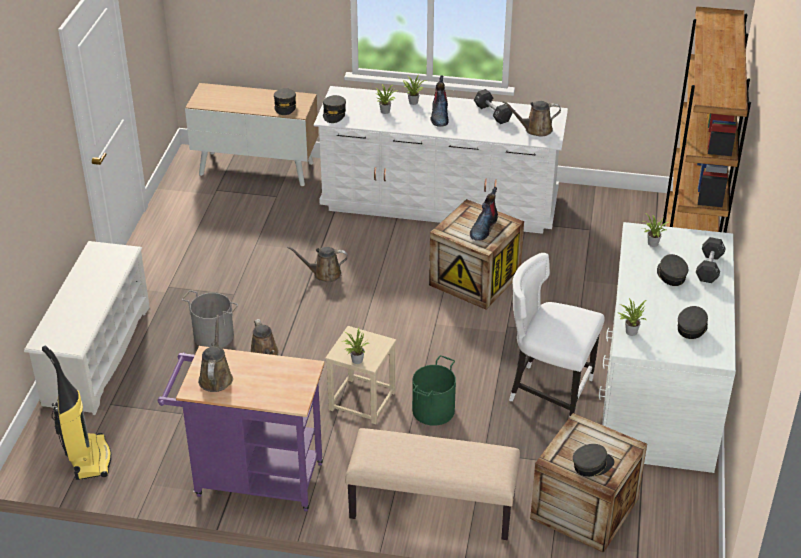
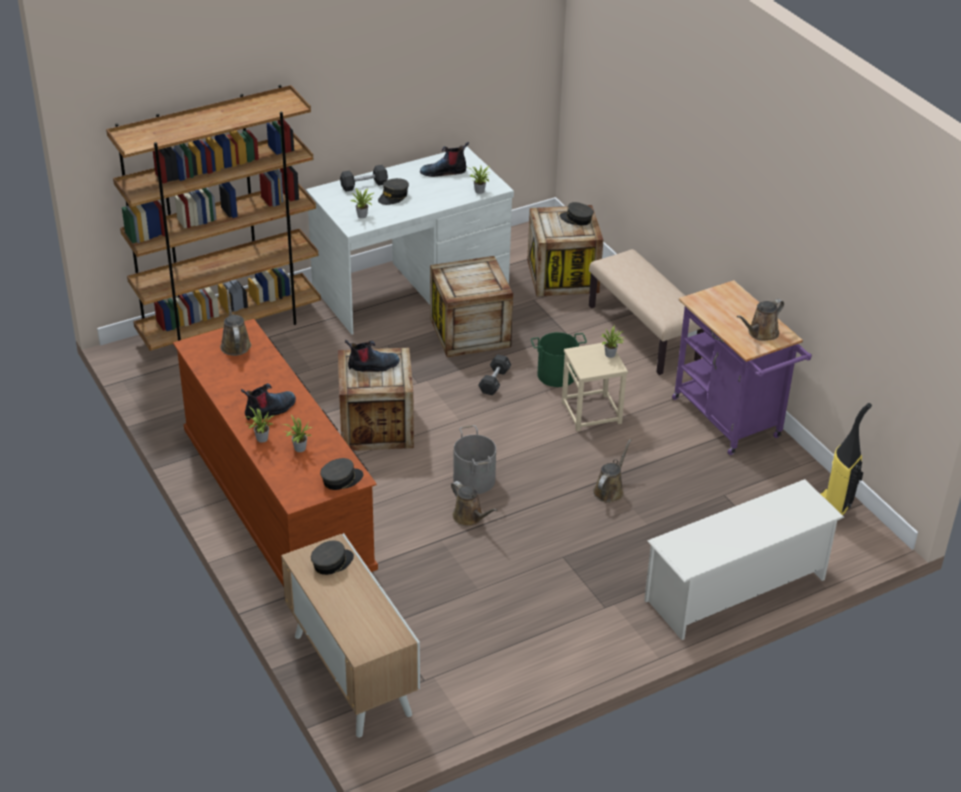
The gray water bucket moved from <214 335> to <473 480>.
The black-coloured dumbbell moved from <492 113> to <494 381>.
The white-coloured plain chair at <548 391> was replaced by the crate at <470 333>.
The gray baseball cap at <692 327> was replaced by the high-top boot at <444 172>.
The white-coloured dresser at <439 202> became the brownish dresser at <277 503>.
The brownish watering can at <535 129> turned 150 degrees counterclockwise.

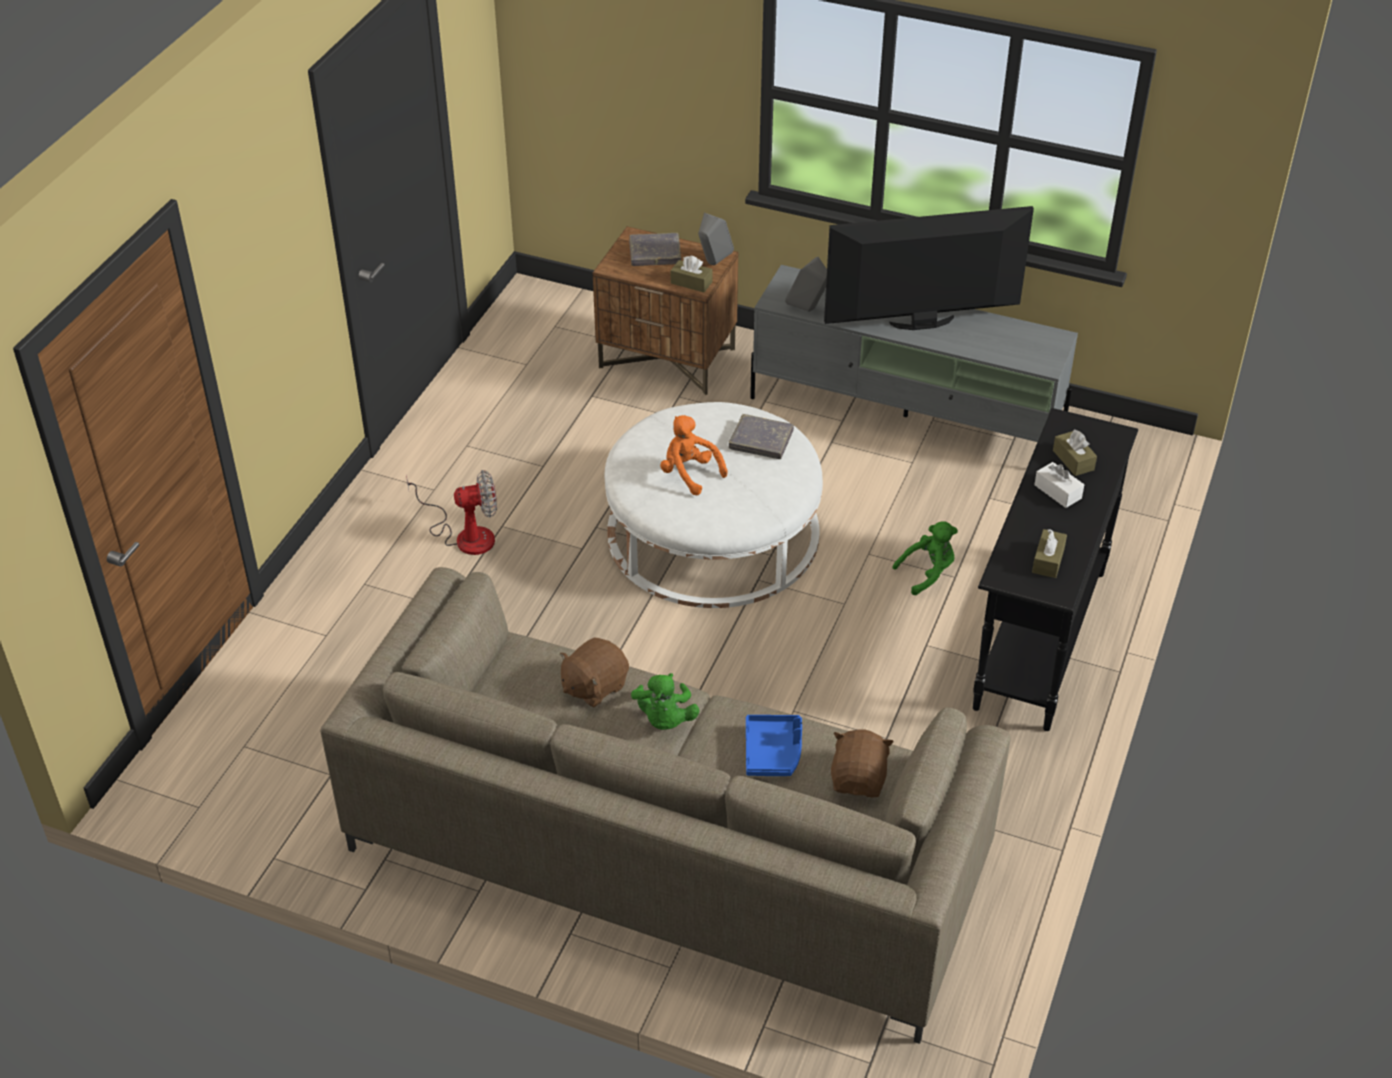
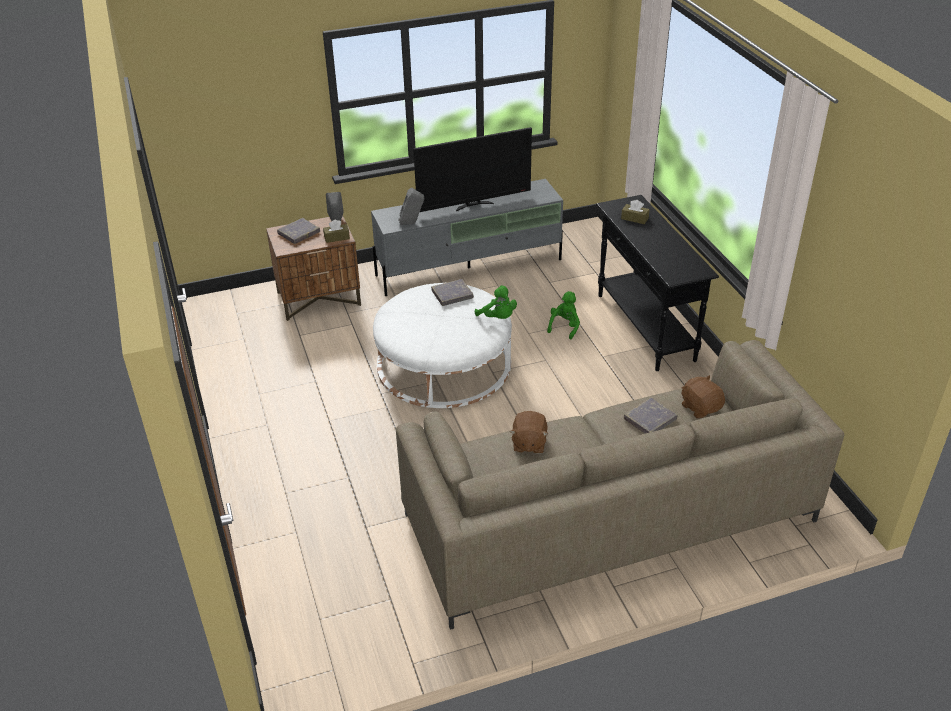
The fan at <465 535> disappeared.
The orange-coloured plush toy at <689 473> disappeared.
The brownish tissue box at <1048 560> disappeared.
The white-coloured tissue box at <1058 492> disappeared.
The green-coloured plush toy moved from <664 719> to <498 318>.
The bluish tray at <773 752> was replaced by the gray bound book at <650 419>.
The TV set at <922 324> turned 150 degrees counterclockwise.

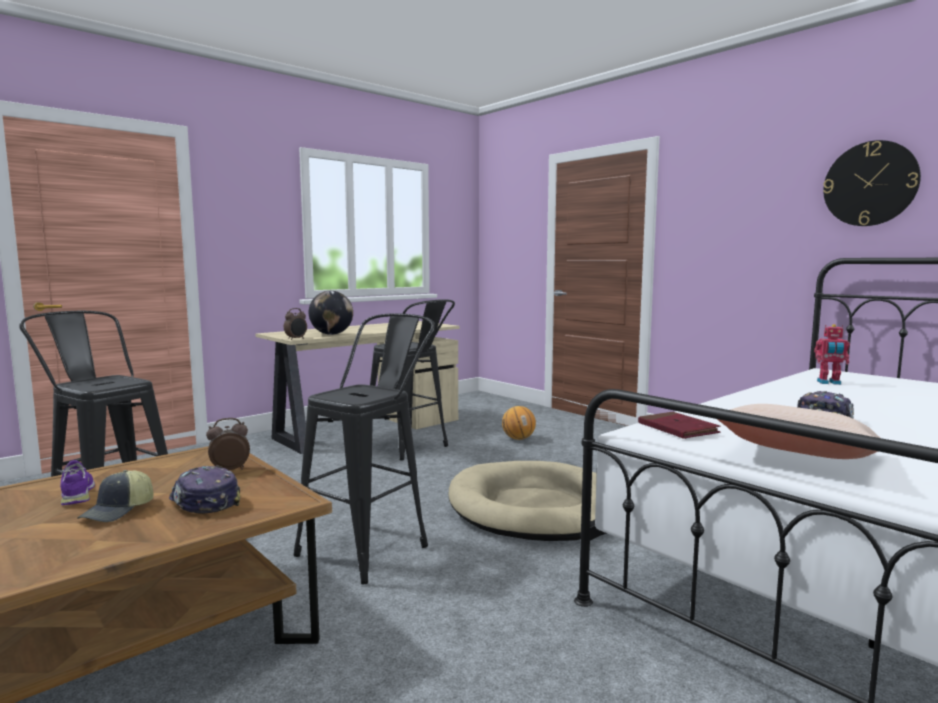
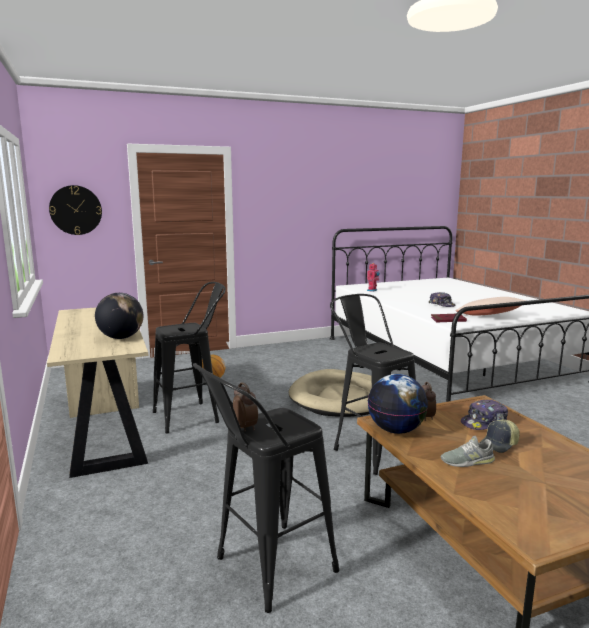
The desk globe at <396 430> appeared.
The alarm clock moved from <296 339> to <246 427>.
The wall clock moved from <870 184> to <76 210>.
The purplish item of footwear at <78 494> became the gray item of footwear at <467 461>.
The baseball cap at <119 511> turned 105 degrees clockwise.

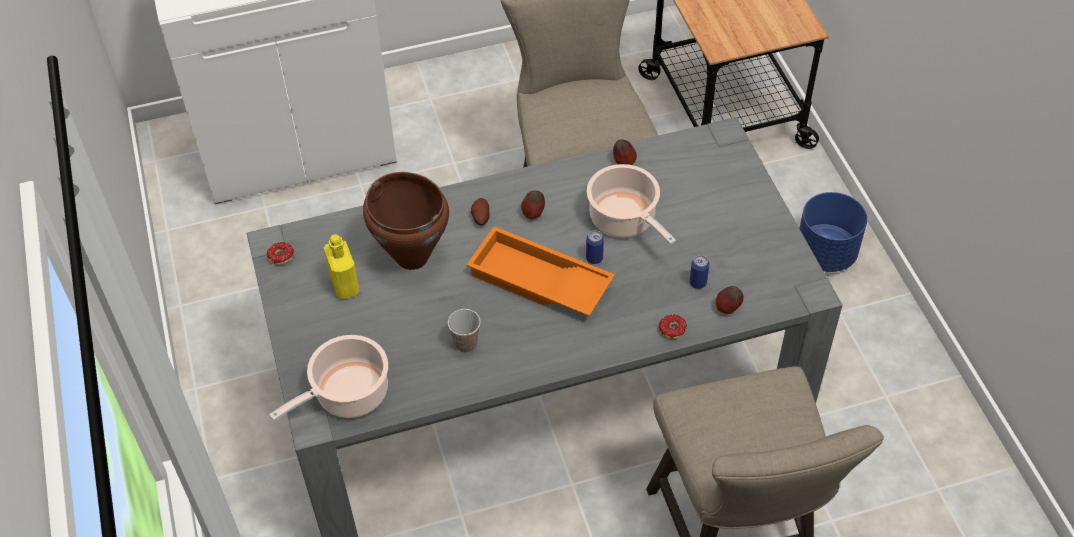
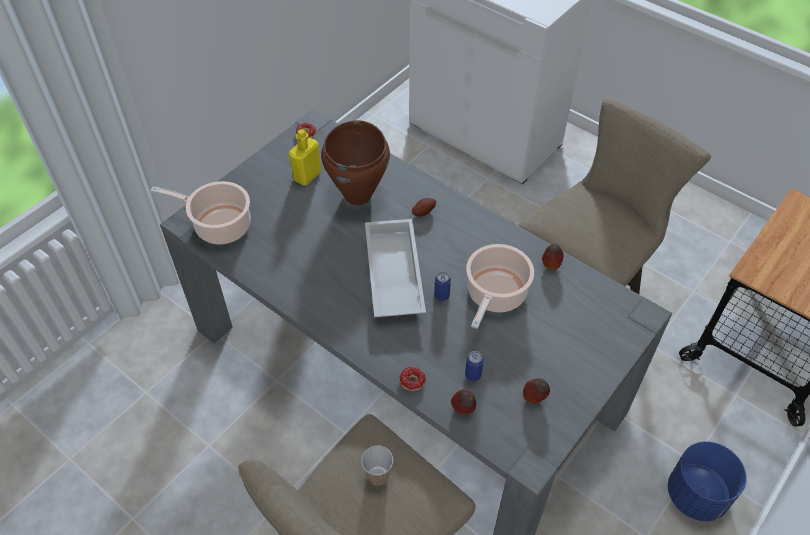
The drinking cup moved from <466 343> to <378 475>.
The whole apple moved from <533 214> to <534 398>.
The orange-coloured tray at <538 282> became the white-coloured tray at <392 274>.

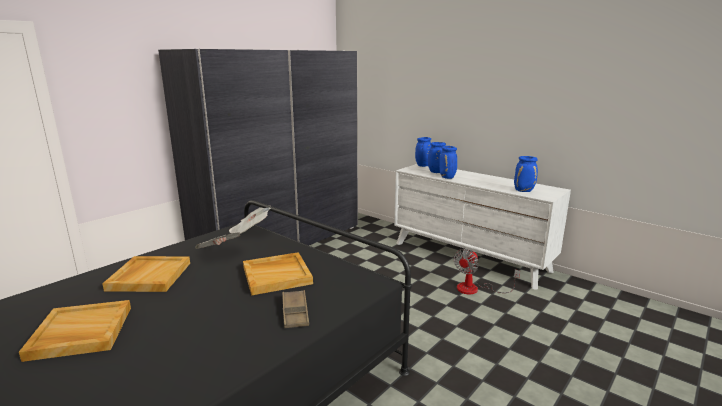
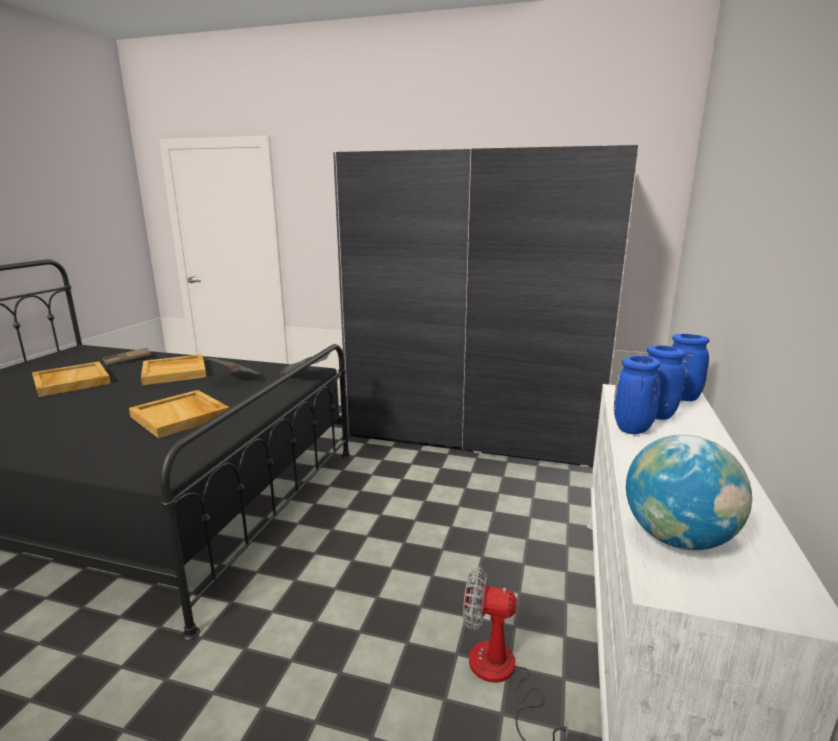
The brownish tray moved from <295 312> to <127 360>.
The bluish vase at <524 191> was replaced by the desk globe at <677 538>.

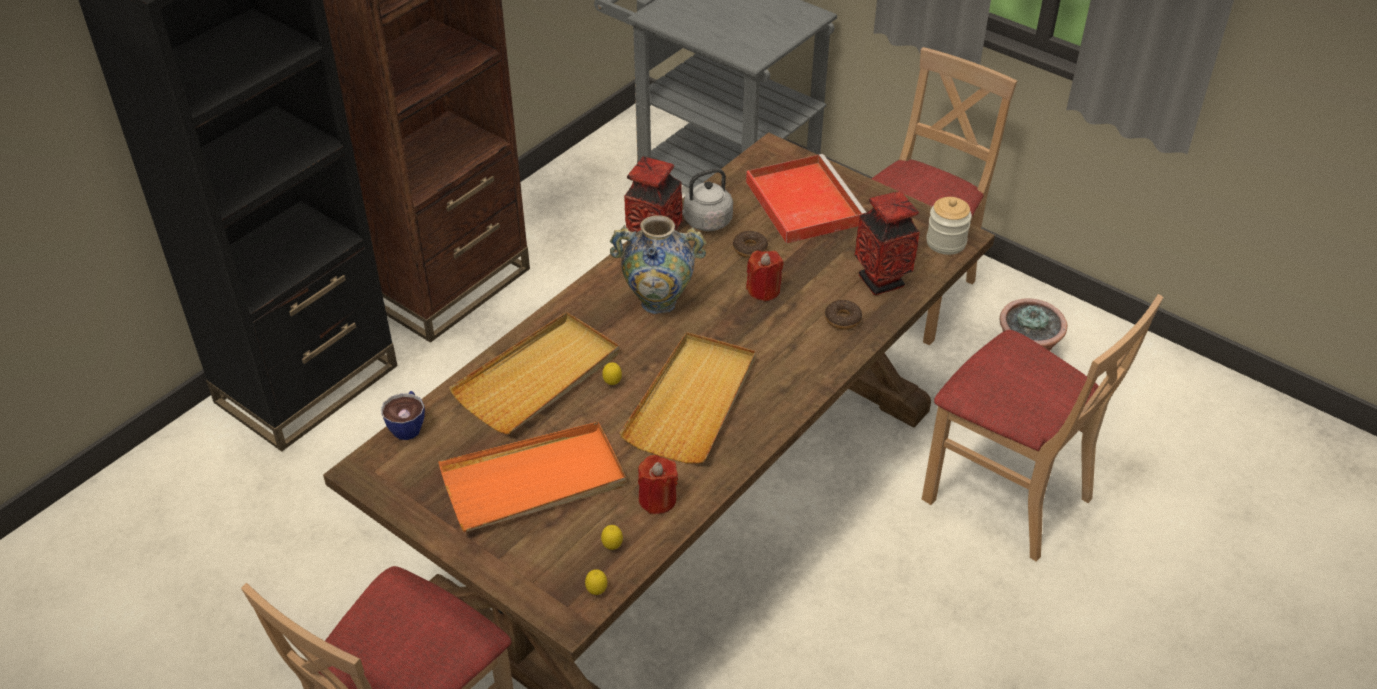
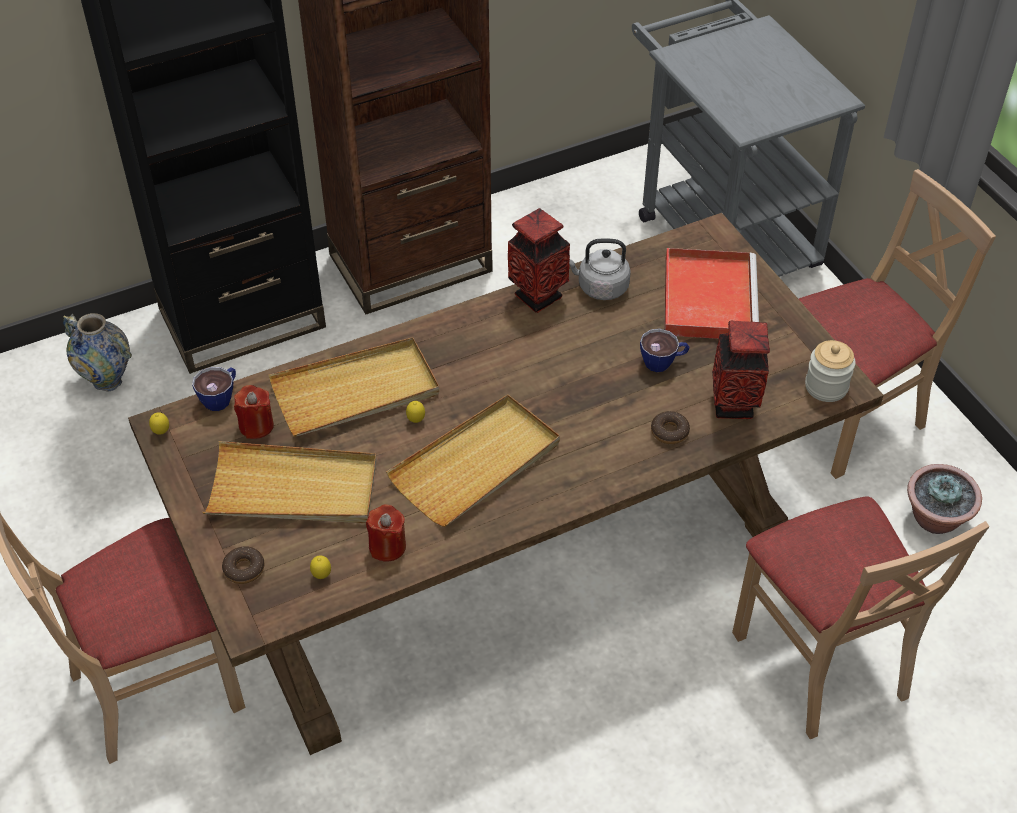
The drinking cup at <663 362> appeared.
The whole lemon moved from <596 592> to <161 432>.
The vase moved from <658 302> to <107 380>.
The ring doughnut moved from <750 249> to <244 569>.
The reddish wax candle moved from <763 290> to <256 426>.
The orange-coloured tray at <534 481> became the beige-coloured tray at <293 489>.

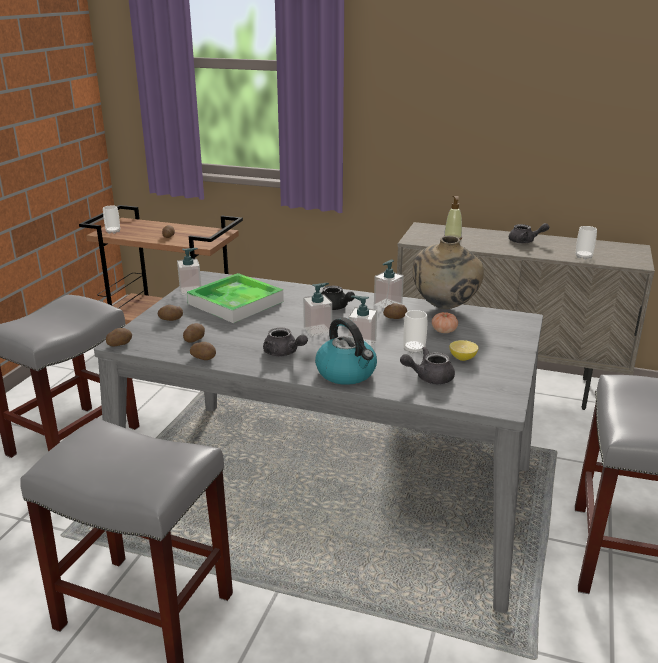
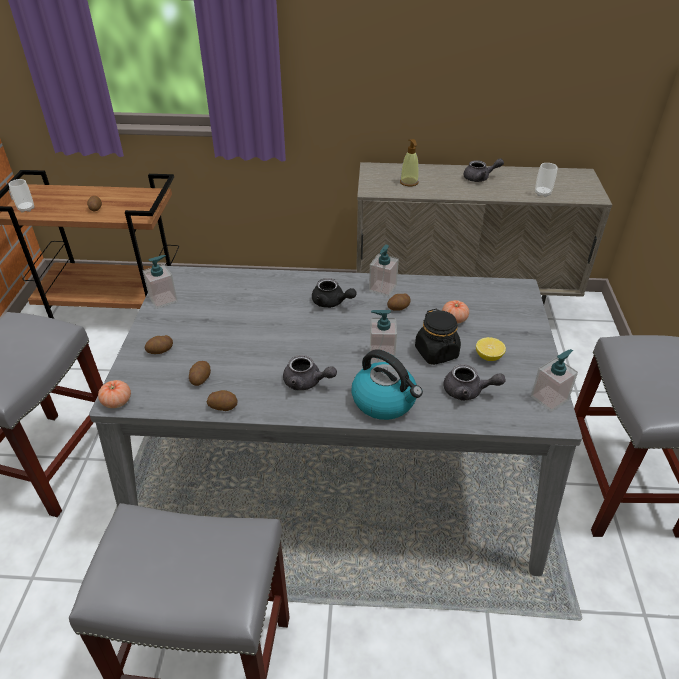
The tray at <236 303> disappeared.
The beige-coloured vase at <445 308> disappeared.
The soap bottle moved from <318 330> to <549 398>.
The spud at <119 344> was replaced by the fresh tomato at <117 402>.
The drinking cup at <414 349> was replaced by the black-coloured jar at <436 352>.
The gray teapot at <429 377> turned 135 degrees counterclockwise.

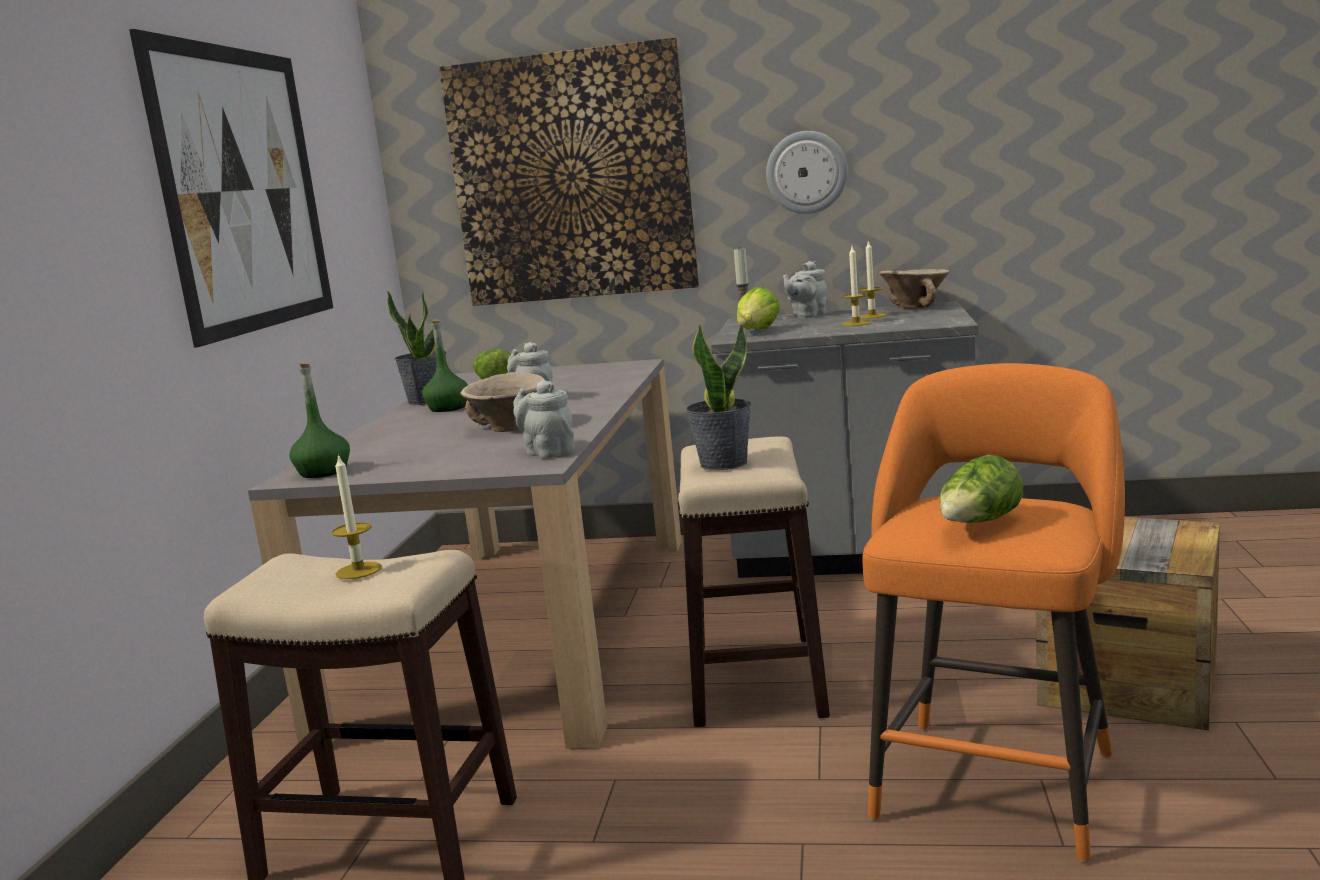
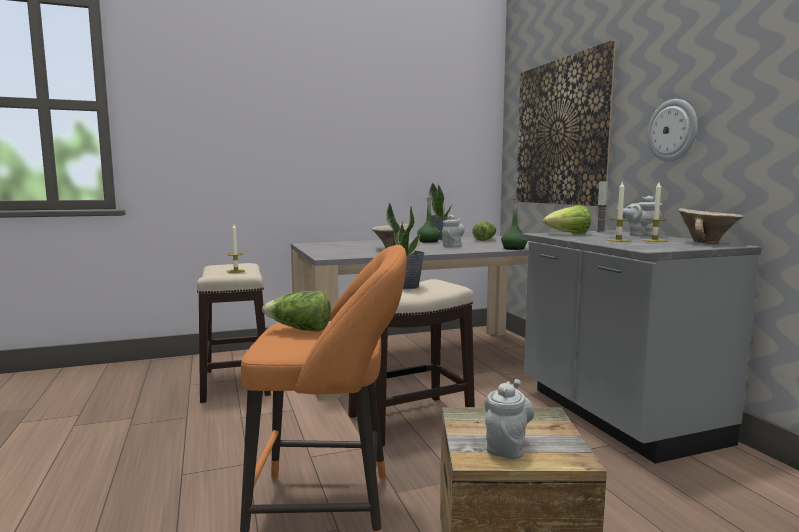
The wall art at <244 190> disappeared.
The green-coloured beverage bottle moved from <323 472> to <514 248>.
The gray teapot moved from <547 452> to <506 446>.

